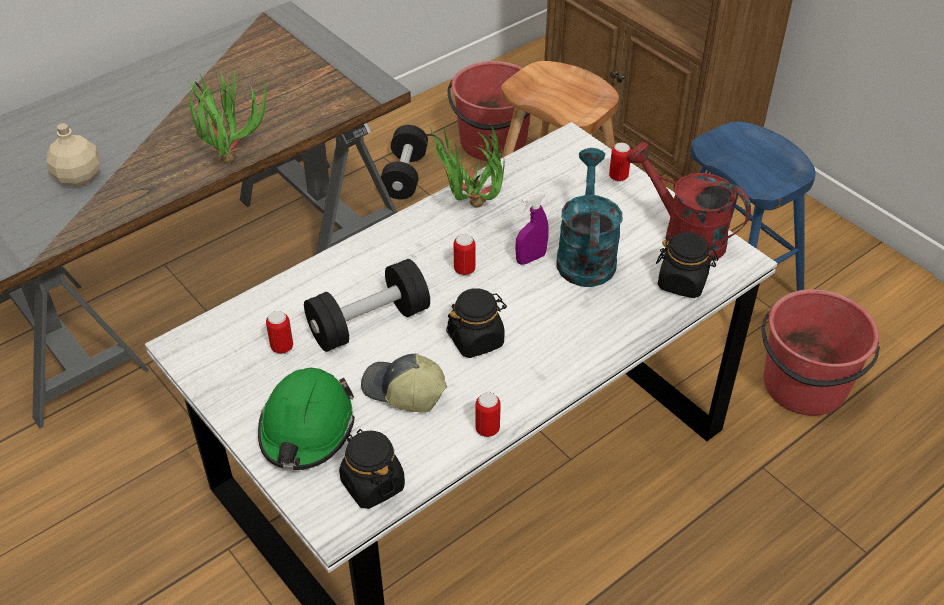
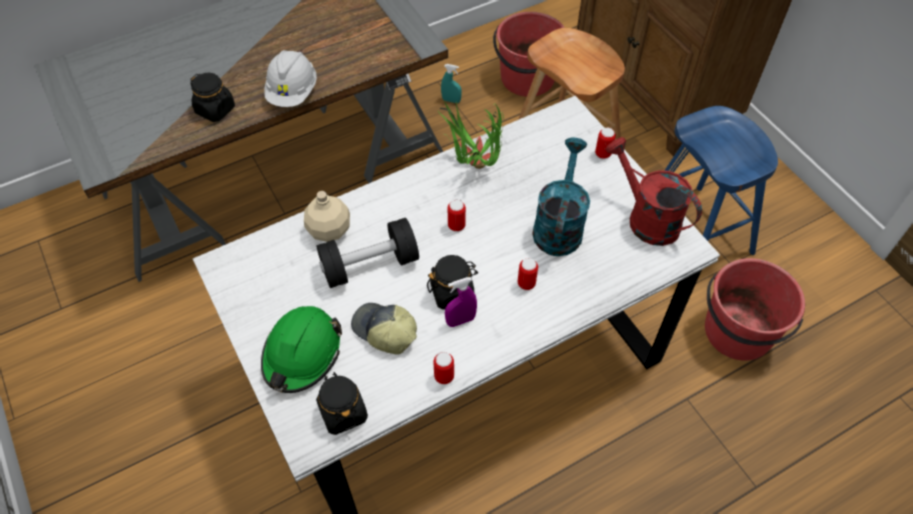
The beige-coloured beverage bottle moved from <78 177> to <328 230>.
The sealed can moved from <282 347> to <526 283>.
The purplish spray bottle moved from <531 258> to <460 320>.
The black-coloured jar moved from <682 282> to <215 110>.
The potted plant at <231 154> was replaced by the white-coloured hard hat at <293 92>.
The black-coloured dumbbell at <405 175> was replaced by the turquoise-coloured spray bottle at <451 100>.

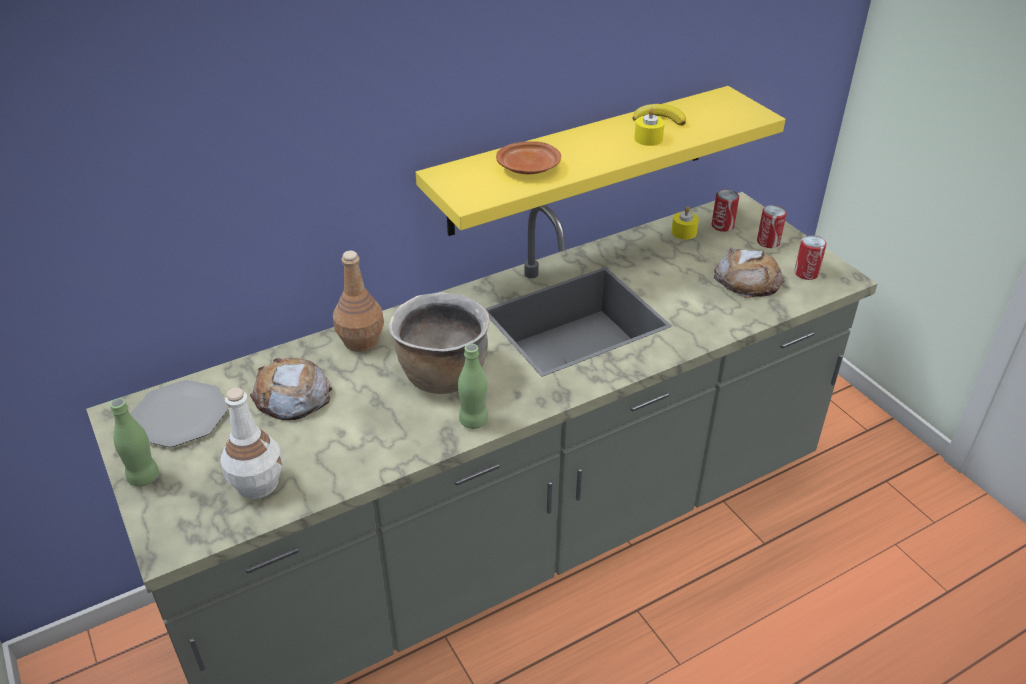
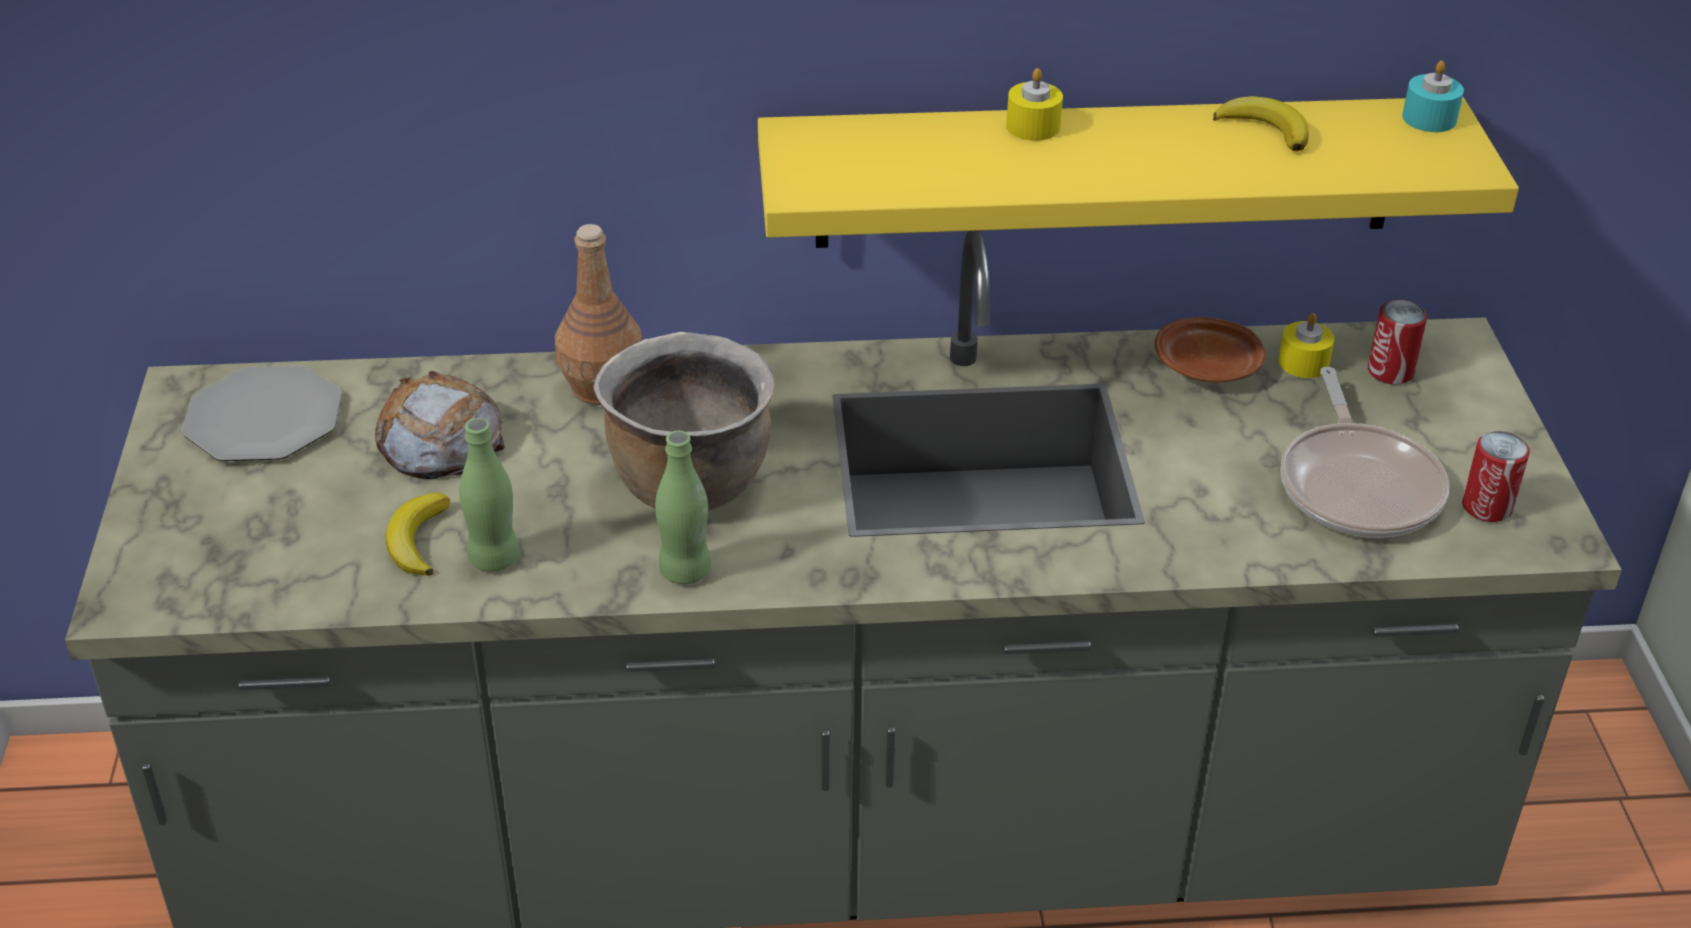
The white-coloured beverage bottle at <257 483> disappeared.
The sealed can at <768 242> disappeared.
The whole banana at <417 540> appeared.
The turquoise-coloured wax candle at <1429 118> appeared.
The green-coloured beverage bottle moved from <144 477> to <494 558>.
The brownish plate moved from <529 168> to <1209 367>.
The yellow-coloured wax candle moved from <648 139> to <1033 126>.
The bakery bread at <748 280> was replaced by the frying pan at <1358 485>.

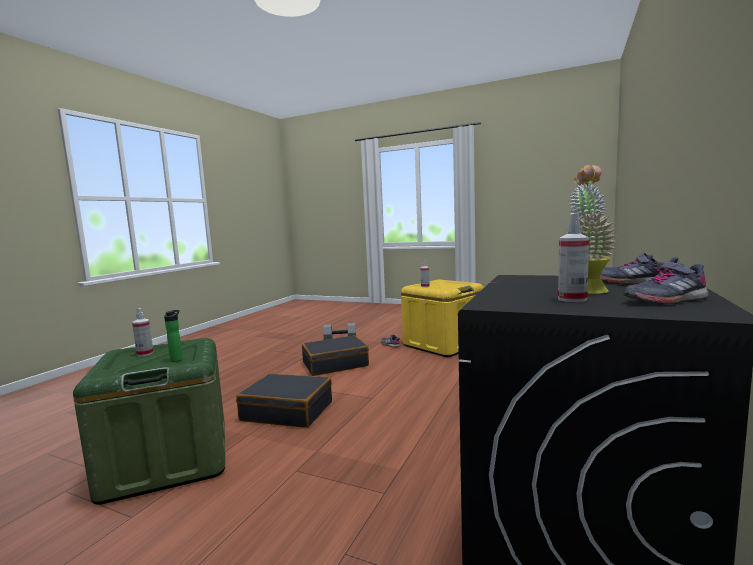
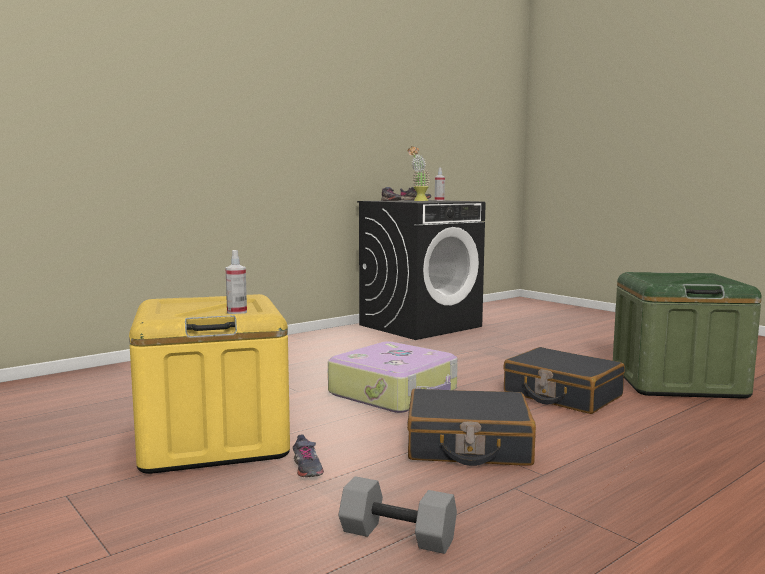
The spray bottle at <145 354> disappeared.
The beverage bottle at <177 359> disappeared.
The travel case at <395 392> appeared.

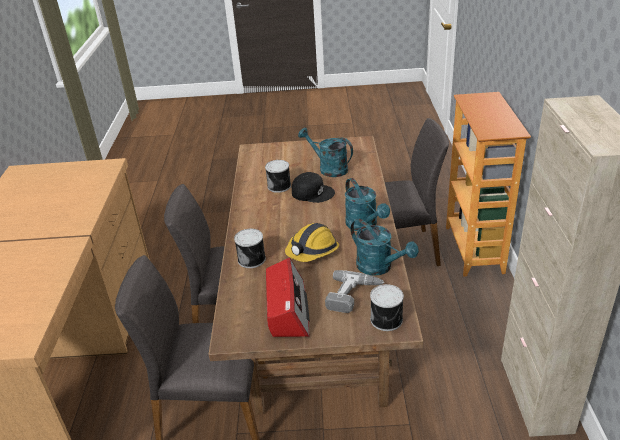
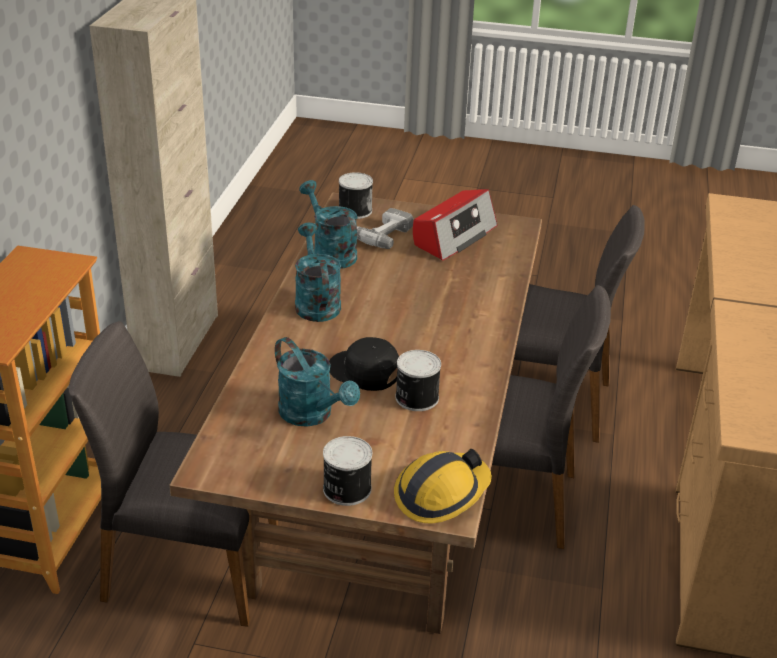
The sealed can moved from <252 259> to <345 489>.
The hard hat moved from <312 251> to <441 494>.
The radio at <287 309> turned 150 degrees counterclockwise.

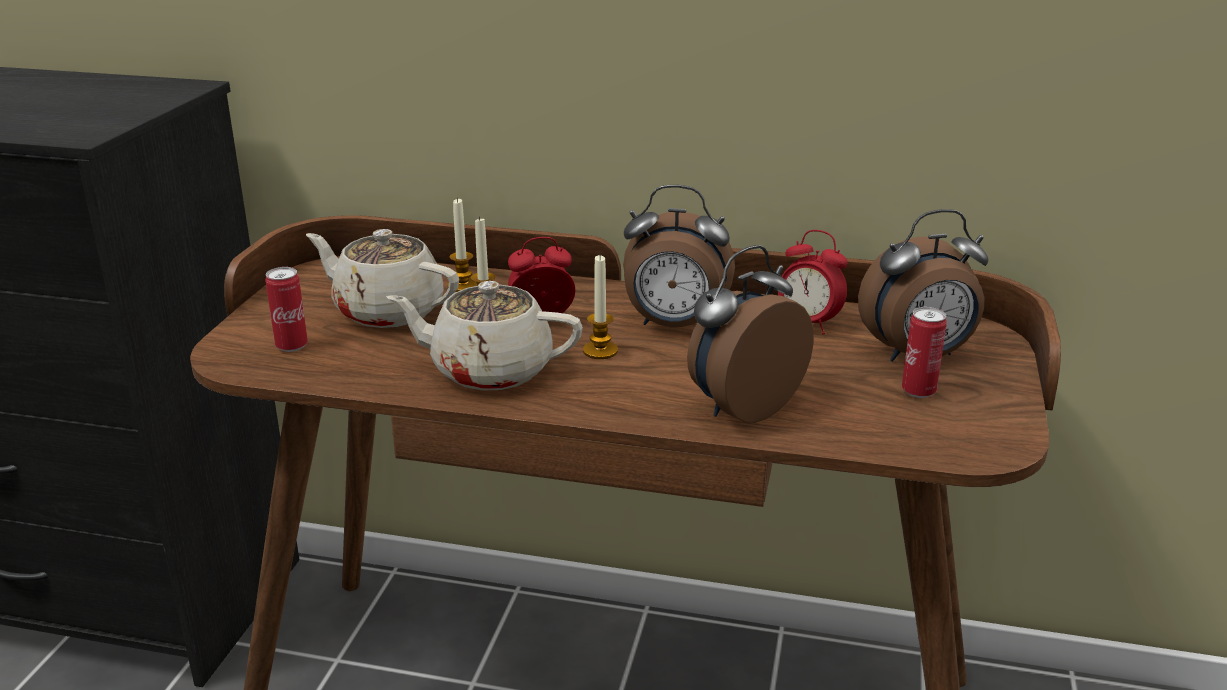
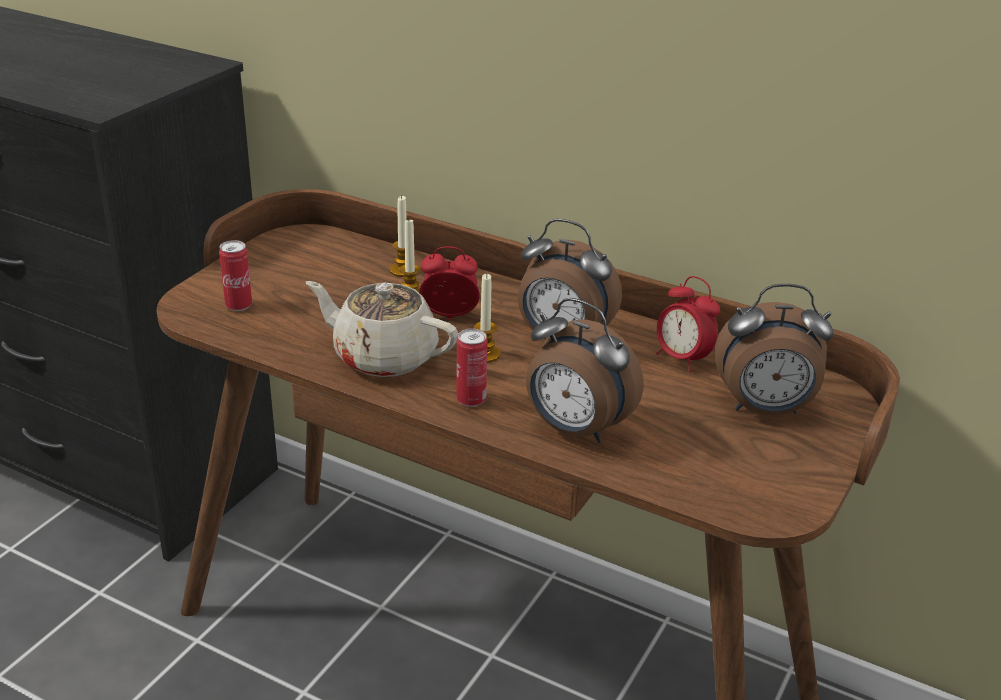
The beige-coloured teapot at <387 311> disappeared.
The sealed can moved from <918 391> to <471 400>.
The alarm clock at <741 406> turned 120 degrees counterclockwise.

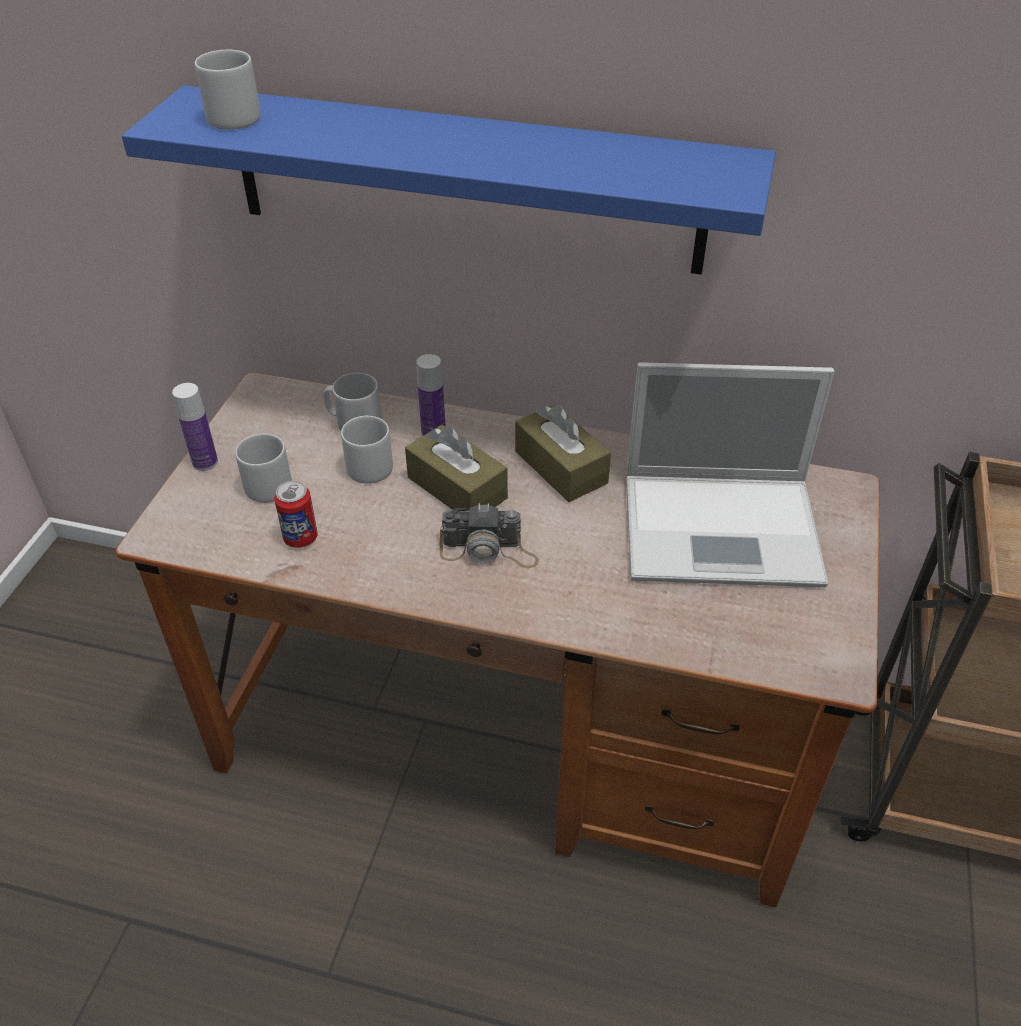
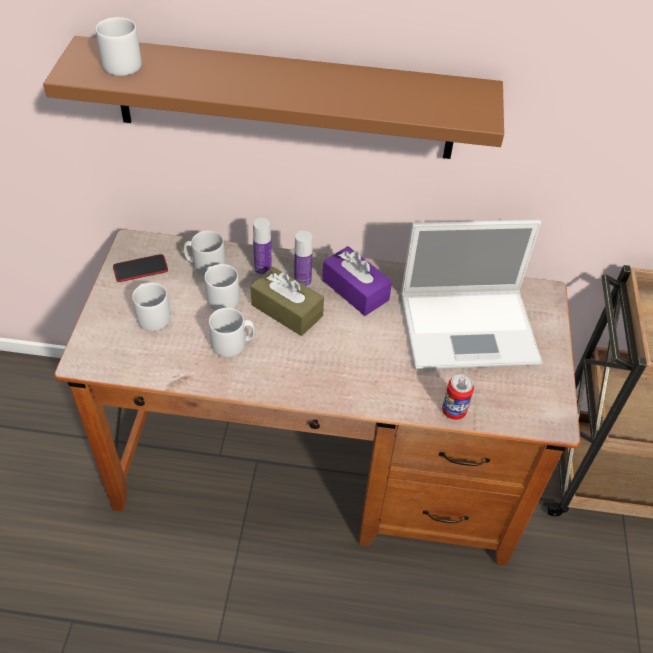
The still camera at <489 550> disappeared.
The telephone at <140 269> appeared.
The gray tea mug at <233 344> appeared.
The beverage bottle moved from <205 462> to <302 282>.
The sealed can moved from <300 538> to <454 411>.
The bluish wall shelf at <465 181> became the brownish wall shelf at <285 99>.
The brownish tissue box at <561 467> became the purplish tissue box at <355 290>.

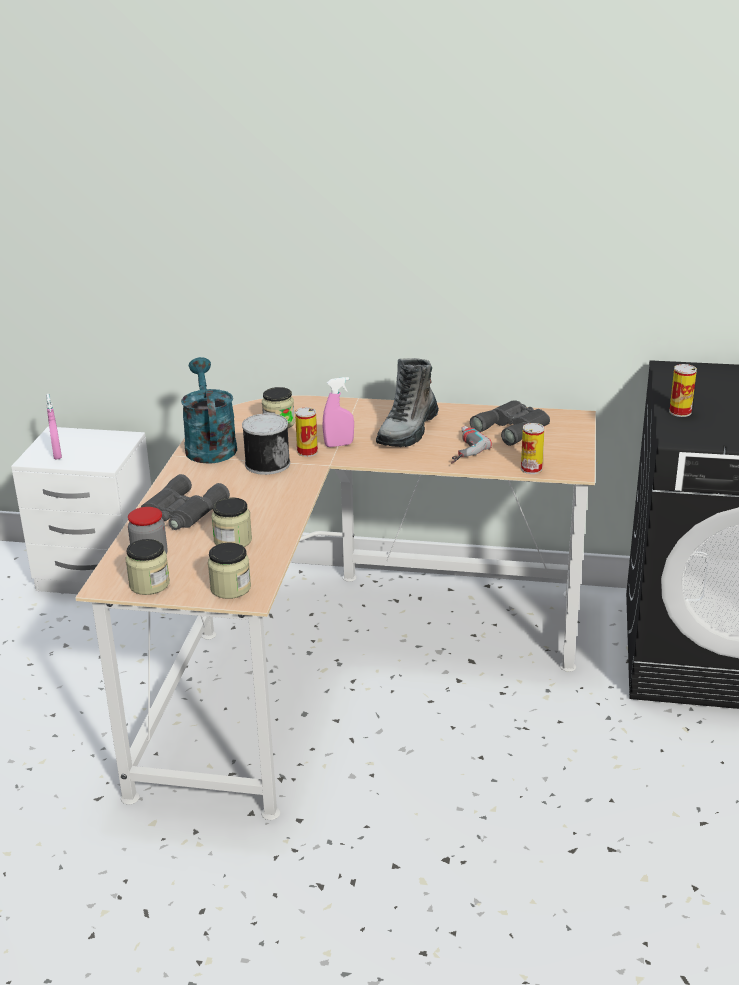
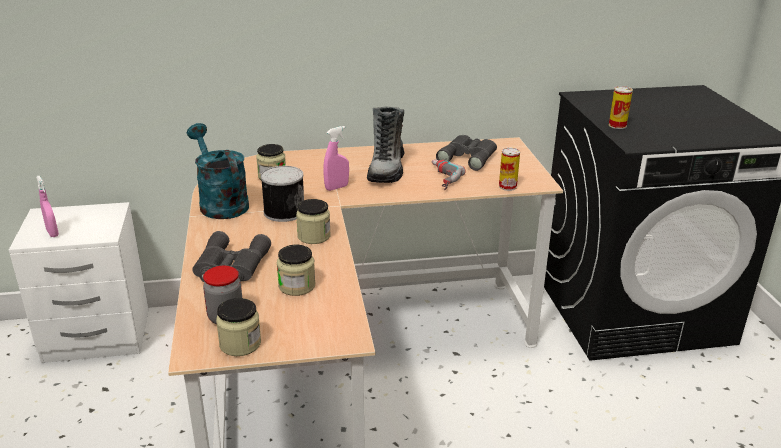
The sealed can at <307 452> disappeared.
The jar moved from <230 588> to <314 236>.

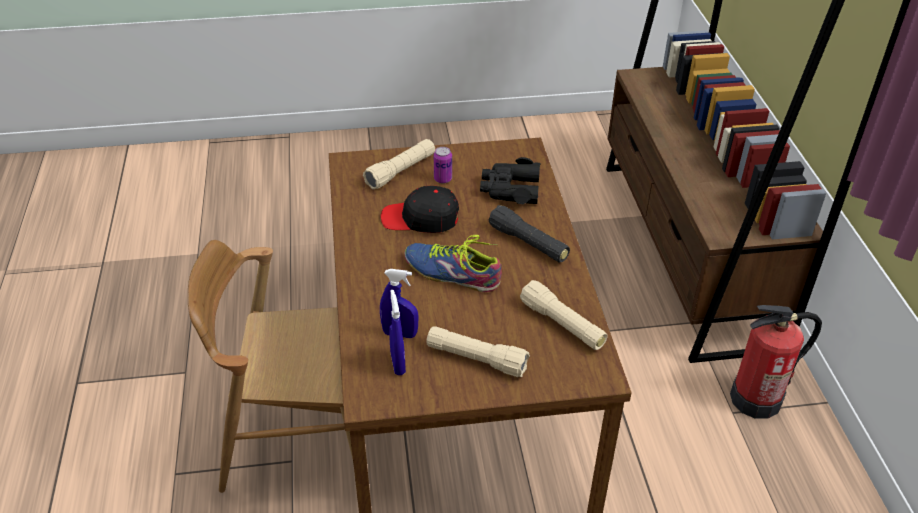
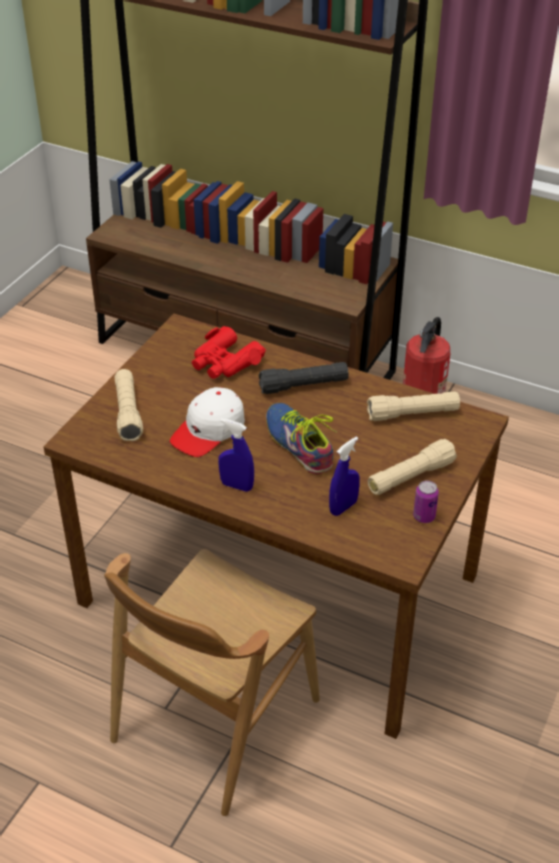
The bluish spray bottle moved from <398 364> to <236 486>.
The sealed can moved from <443 179> to <424 516>.
The black-coloured baseball cap at <420 219> became the white-coloured baseball cap at <208 430>.
The black-coloured field glasses at <510 189> became the reddish field glasses at <225 362>.
The item of footwear at <452 273> turned 90 degrees clockwise.

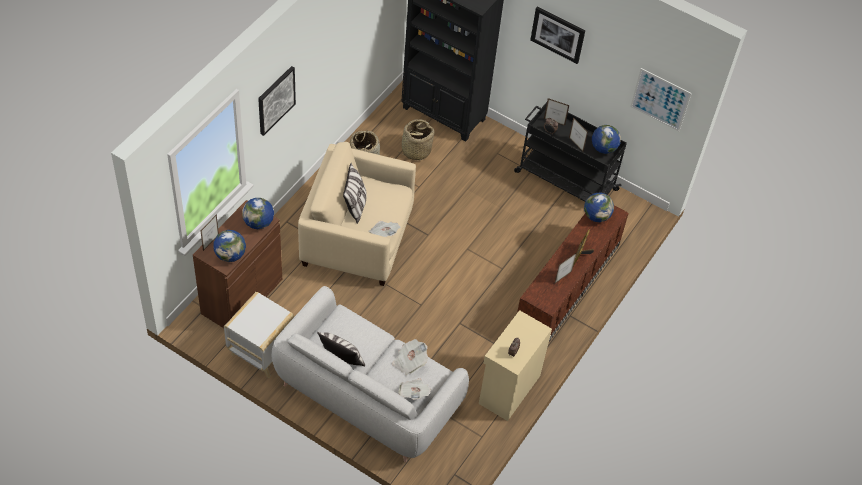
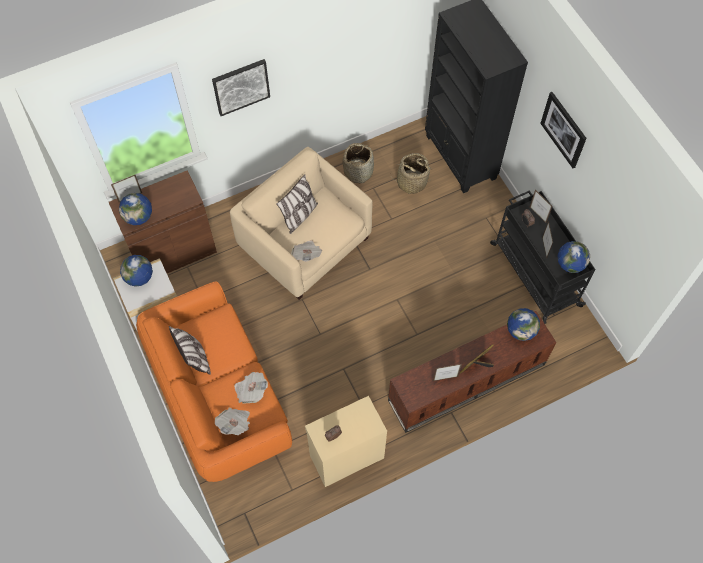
The wall art at <660 99> disappeared.
The desk globe moved from <258 223> to <139 277>.
The gray settee at <367 394> became the orange-coloured settee at <219 396>.

